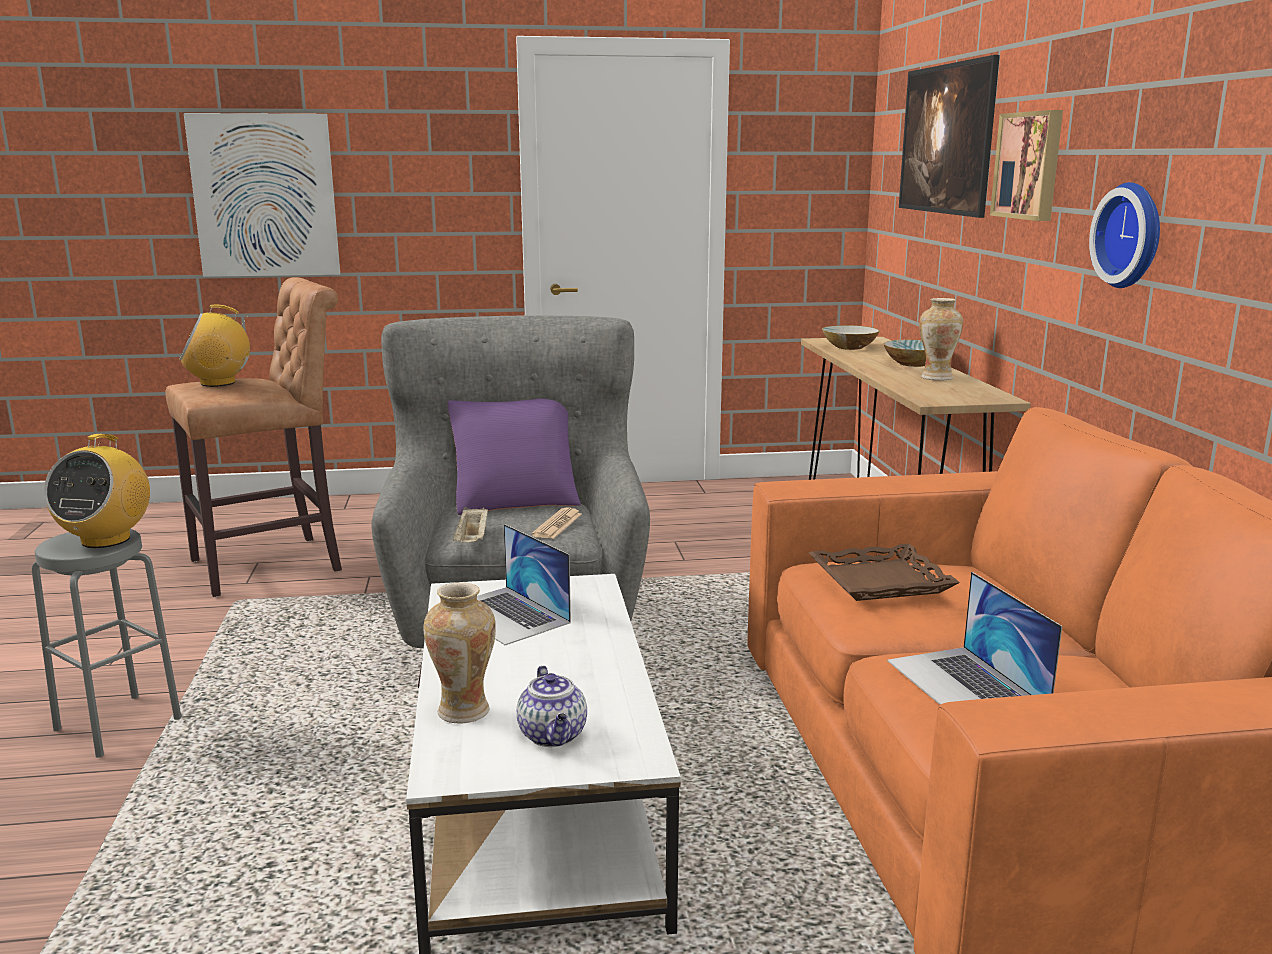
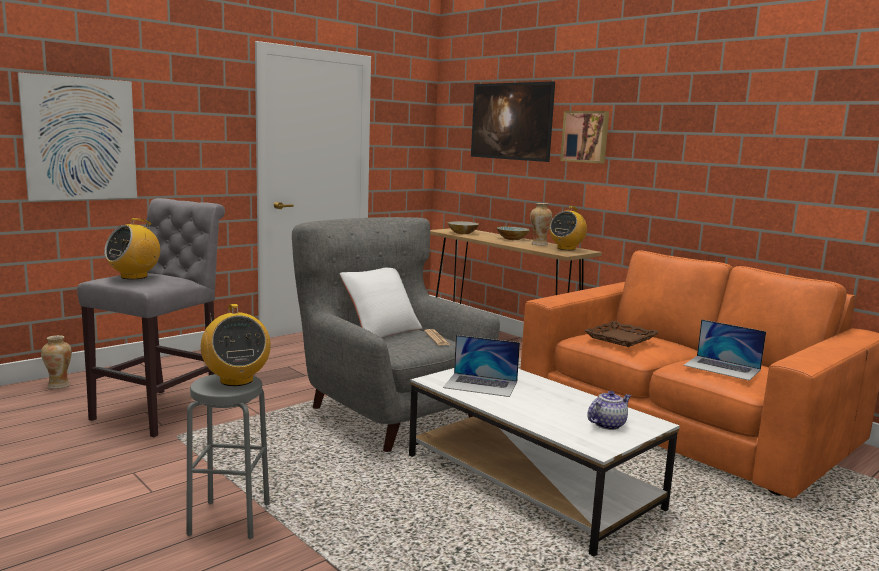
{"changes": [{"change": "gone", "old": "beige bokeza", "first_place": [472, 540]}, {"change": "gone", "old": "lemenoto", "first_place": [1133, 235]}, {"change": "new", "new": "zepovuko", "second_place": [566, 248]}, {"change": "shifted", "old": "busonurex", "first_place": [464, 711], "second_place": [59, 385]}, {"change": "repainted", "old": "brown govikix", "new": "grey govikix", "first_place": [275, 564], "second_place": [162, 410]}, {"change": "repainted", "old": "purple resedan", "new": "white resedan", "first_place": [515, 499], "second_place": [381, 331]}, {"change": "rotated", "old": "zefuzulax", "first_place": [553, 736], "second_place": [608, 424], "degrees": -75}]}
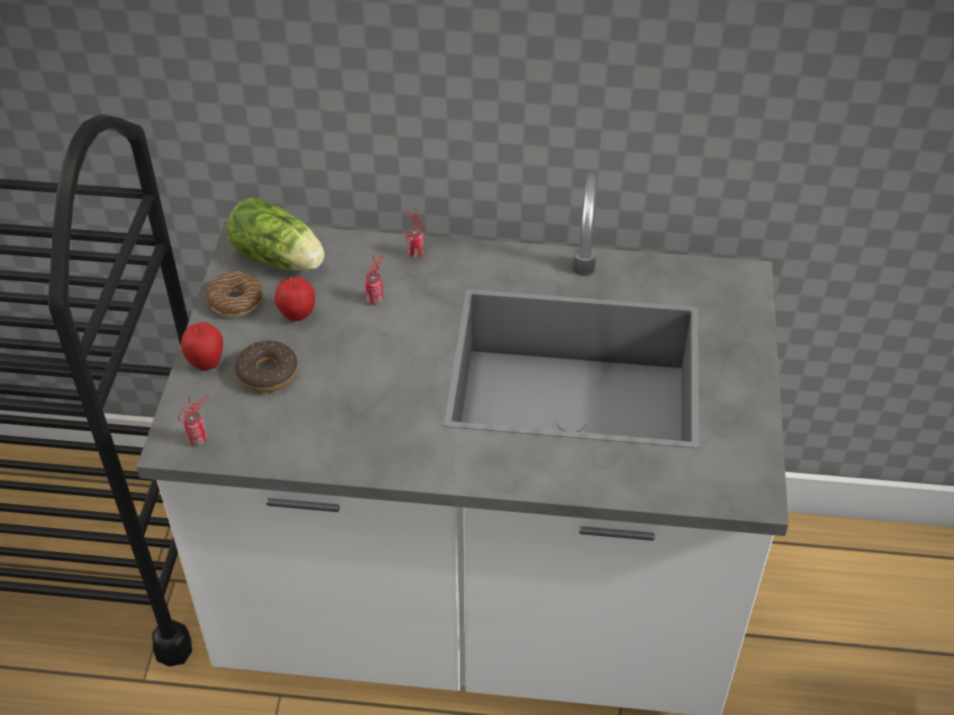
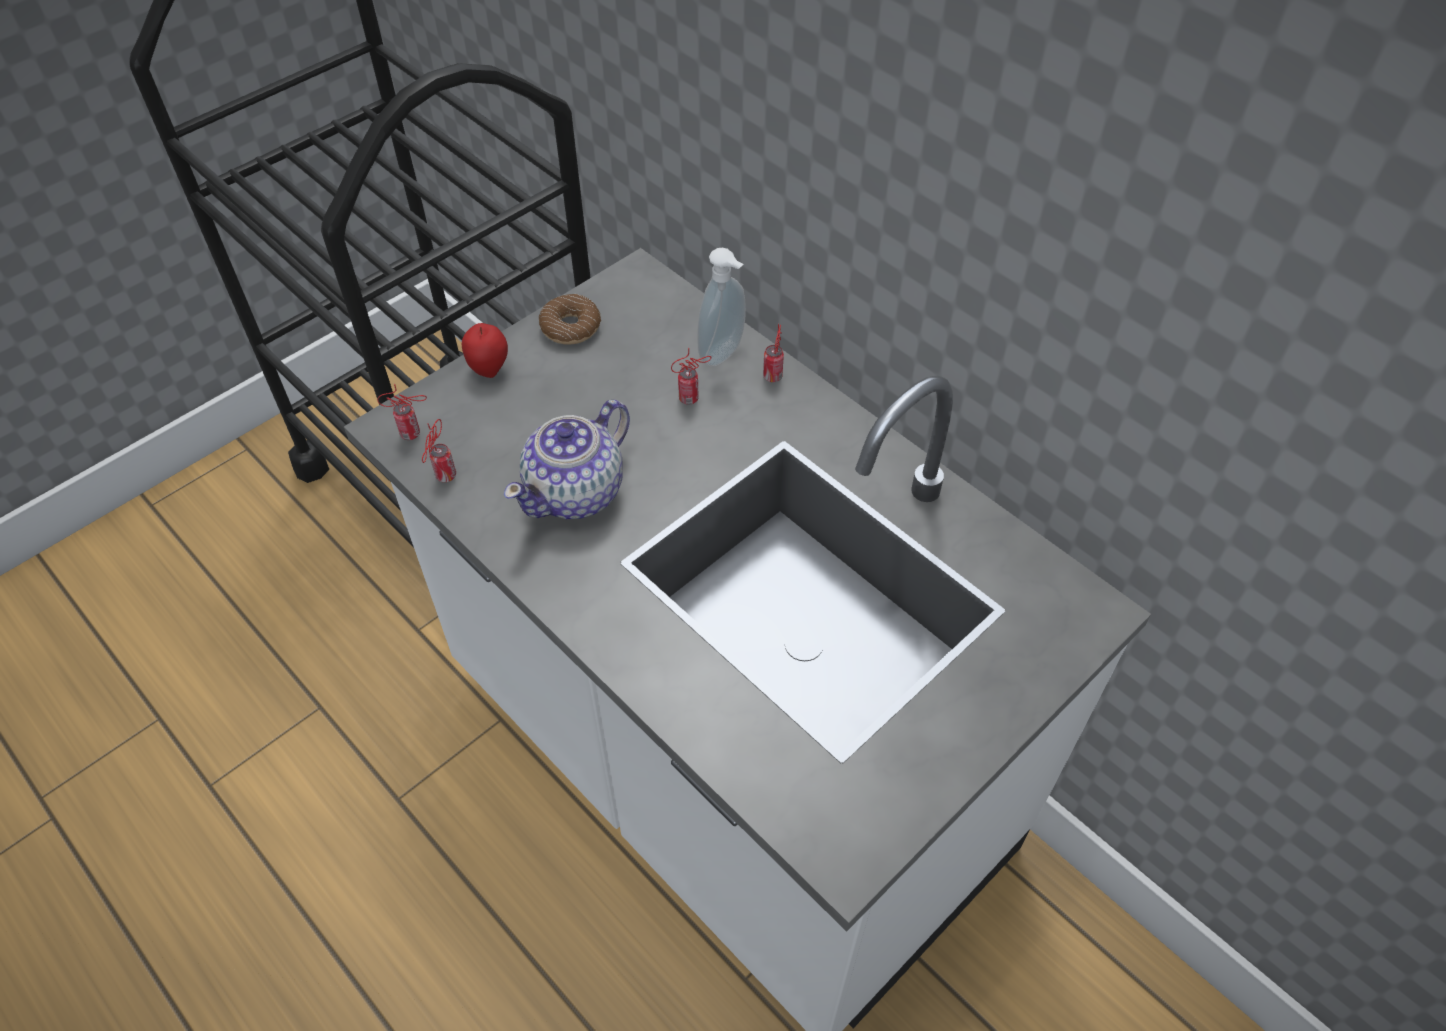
{"changes": [{"change": "gone", "old": "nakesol", "first_place": [281, 259]}, {"change": "gone", "old": "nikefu", "first_place": [268, 373]}, {"change": "gone", "old": "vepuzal", "first_place": [297, 316]}, {"change": "new", "new": "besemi", "second_place": [445, 478]}, {"change": "new", "new": "zefuzulax", "second_place": [577, 492]}, {"change": "new", "new": "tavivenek", "second_place": [724, 354]}]}
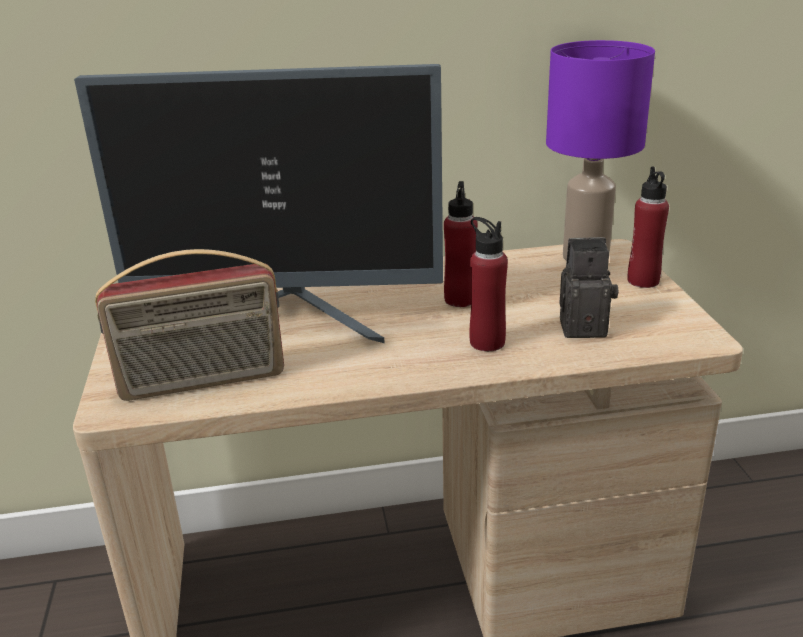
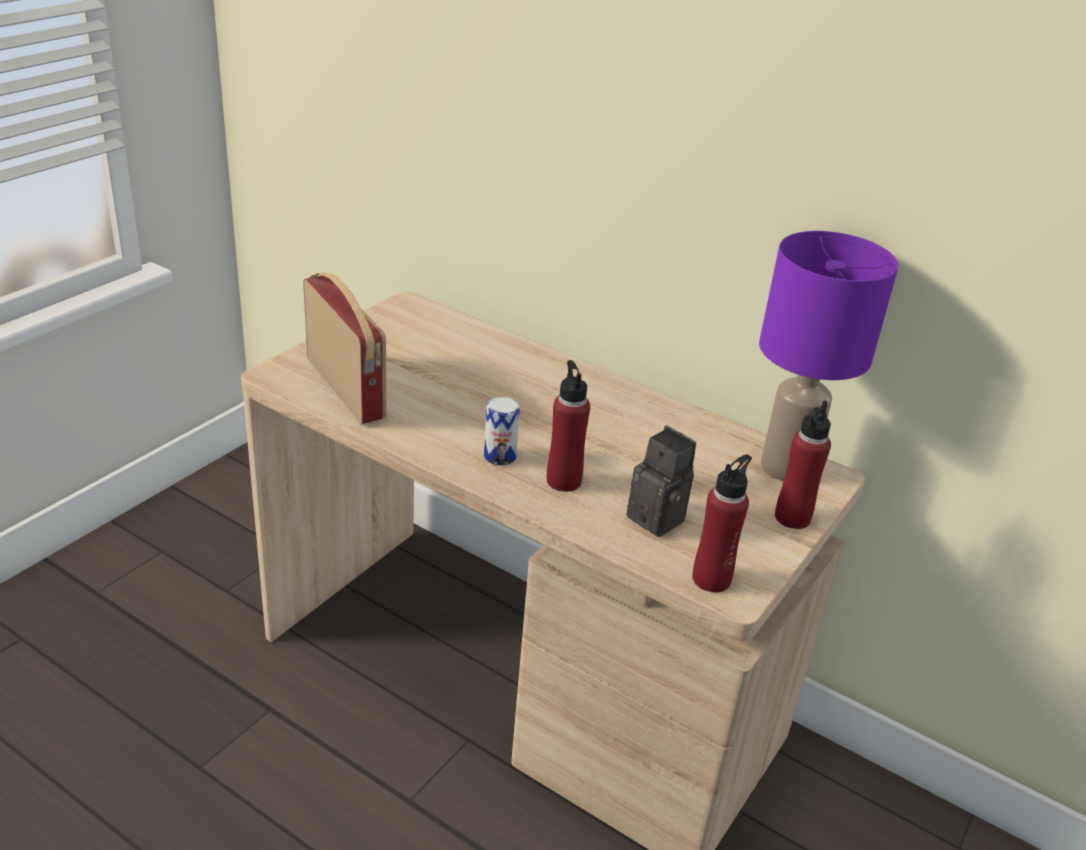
{"changes": [{"change": "gone", "old": "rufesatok", "first_place": [287, 319]}, {"change": "new", "new": "besemi", "second_place": [500, 456]}, {"change": "shifted", "old": "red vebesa", "first_place": [460, 299], "second_place": [711, 579]}, {"change": "rotated", "old": "zepovuko", "first_place": [203, 381], "second_place": [347, 389], "degrees": -150}]}
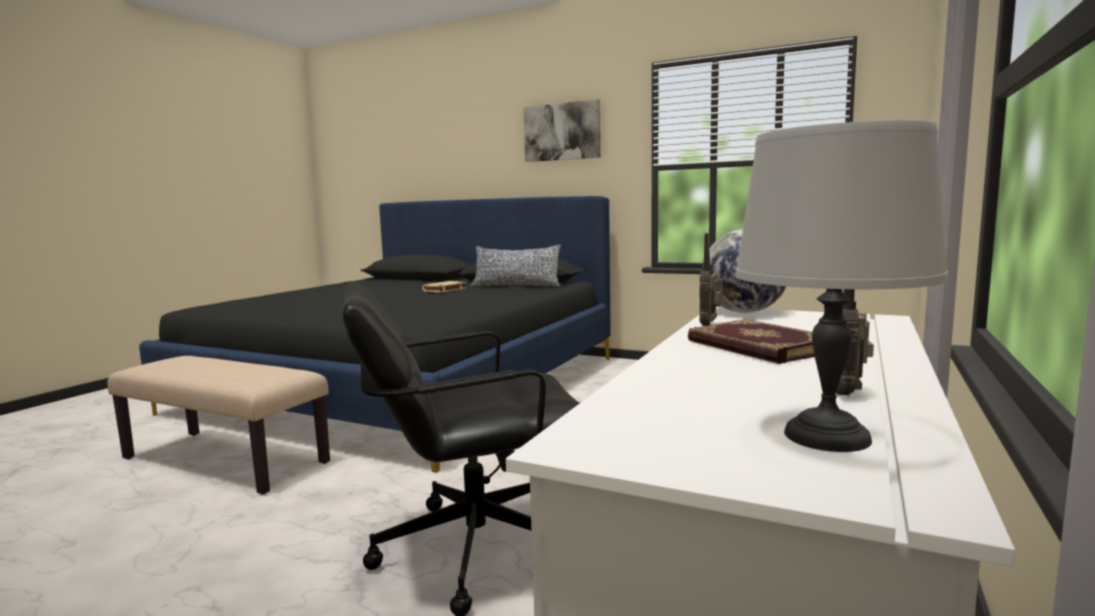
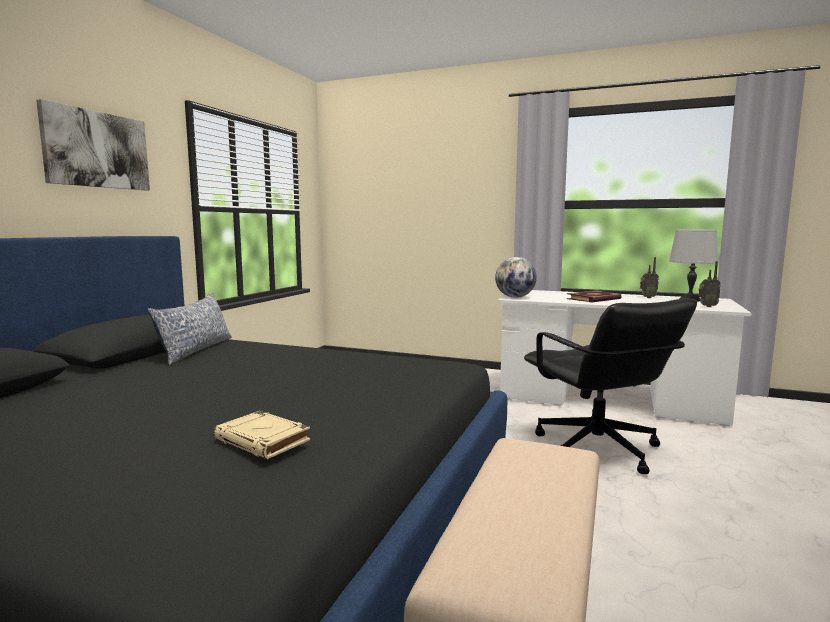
{"changes": [{"change": "shifted", "old": "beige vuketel", "first_place": [444, 290], "second_place": [263, 440]}, {"change": "shifted", "old": "zepovuko", "first_place": [710, 325], "second_place": [707, 306]}]}
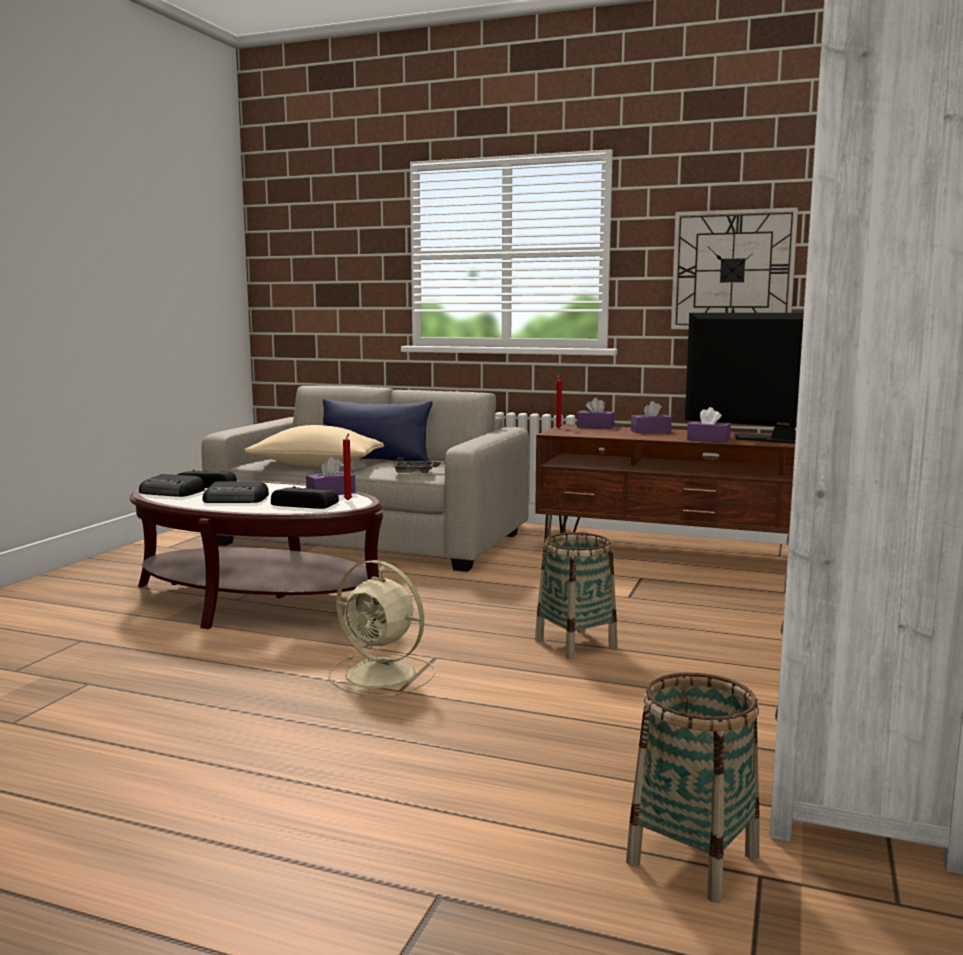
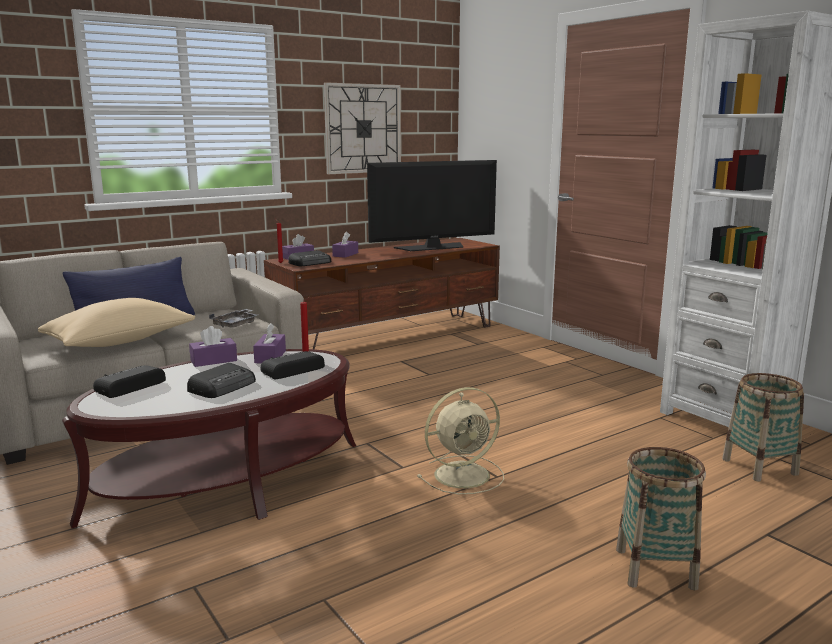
{"changes": [{"change": "shifted", "old": "zepovuko", "first_place": [172, 492], "second_place": [311, 263]}, {"change": "shifted", "old": "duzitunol", "first_place": [575, 644], "second_place": [655, 568]}, {"change": "shifted", "old": "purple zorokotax", "first_place": [708, 440], "second_place": [214, 360]}]}
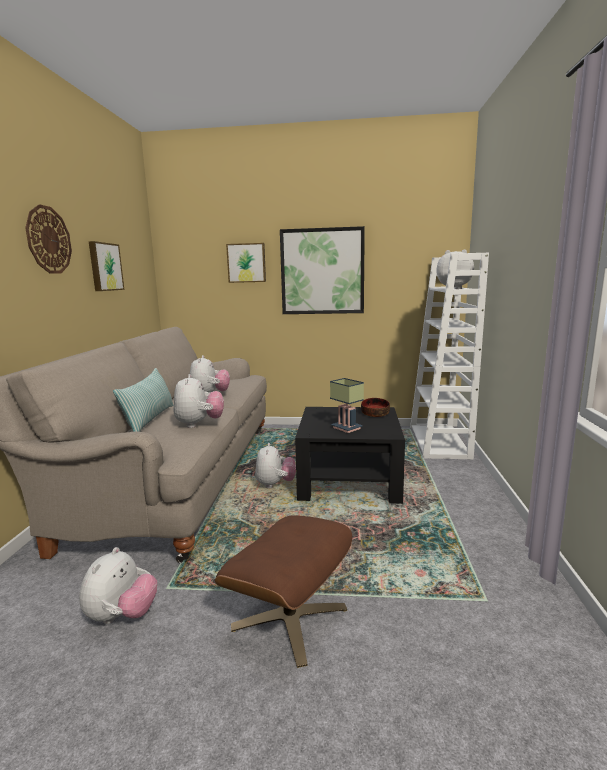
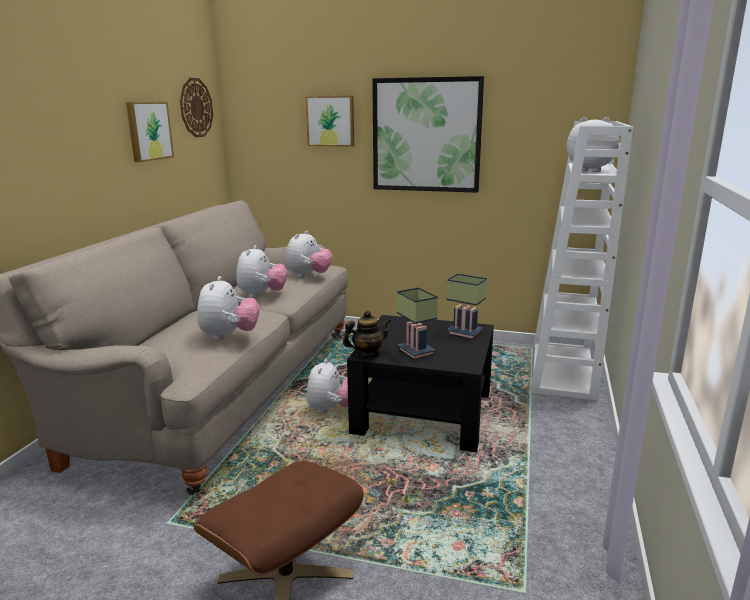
{"changes": [{"change": "gone", "old": "resedan", "first_place": [149, 419]}, {"change": "new", "new": "zefuzulax", "second_place": [367, 354]}, {"change": "shifted", "old": "lemenoto", "first_place": [48, 240], "second_place": [196, 107]}, {"change": "shifted", "old": "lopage", "first_place": [122, 616], "second_place": [309, 276]}, {"change": "swapped", "old": "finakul", "new": "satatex", "first_place": [374, 413], "second_place": [463, 332]}]}
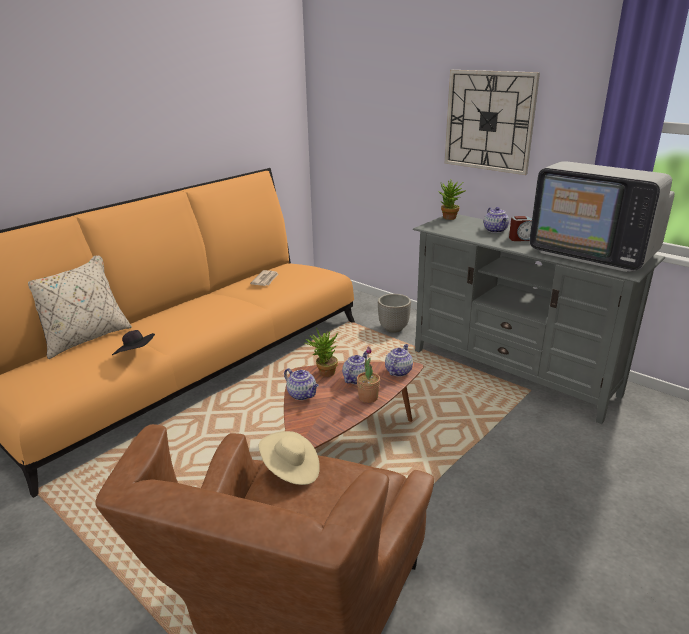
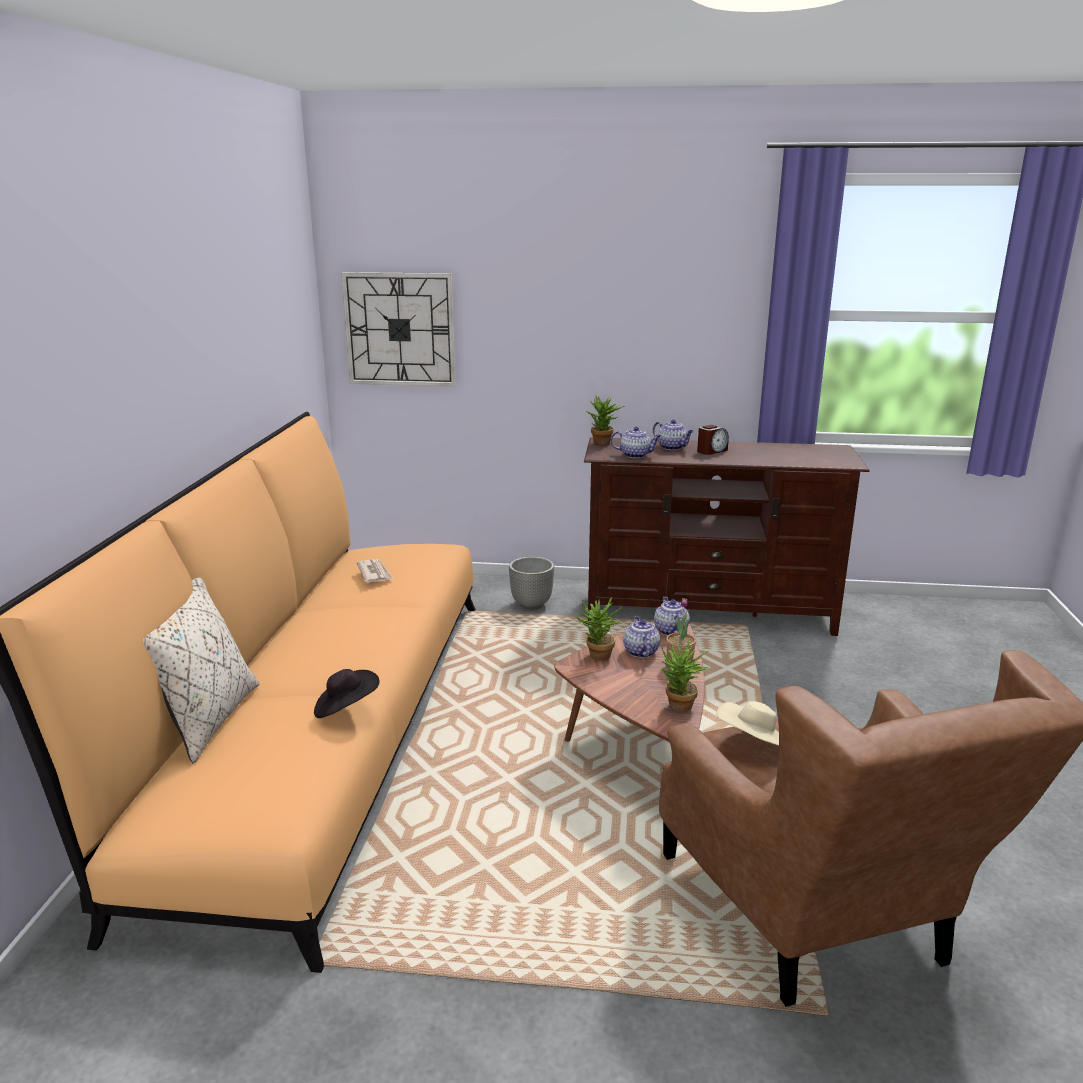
{"changes": [{"change": "gone", "old": "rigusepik", "first_place": [593, 253]}, {"change": "new", "new": "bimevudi", "second_place": [679, 708]}, {"change": "shifted", "old": "zefuzulax", "first_place": [302, 395], "second_place": [635, 455]}, {"change": "shifted", "old": "lemenoto", "first_place": [489, 121], "second_place": [400, 329]}, {"change": "repainted", "old": "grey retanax", "new": "brown retanax", "first_place": [513, 372], "second_place": [709, 613]}]}
